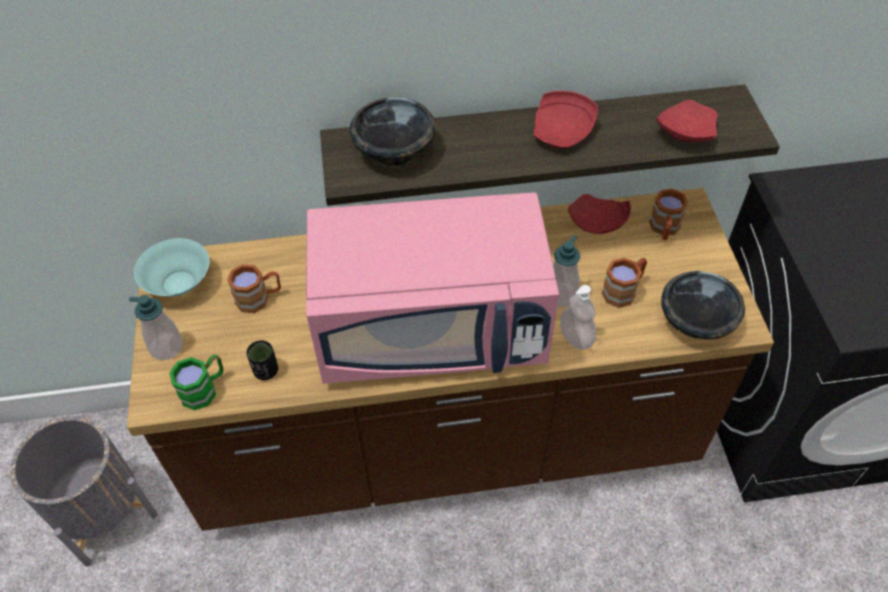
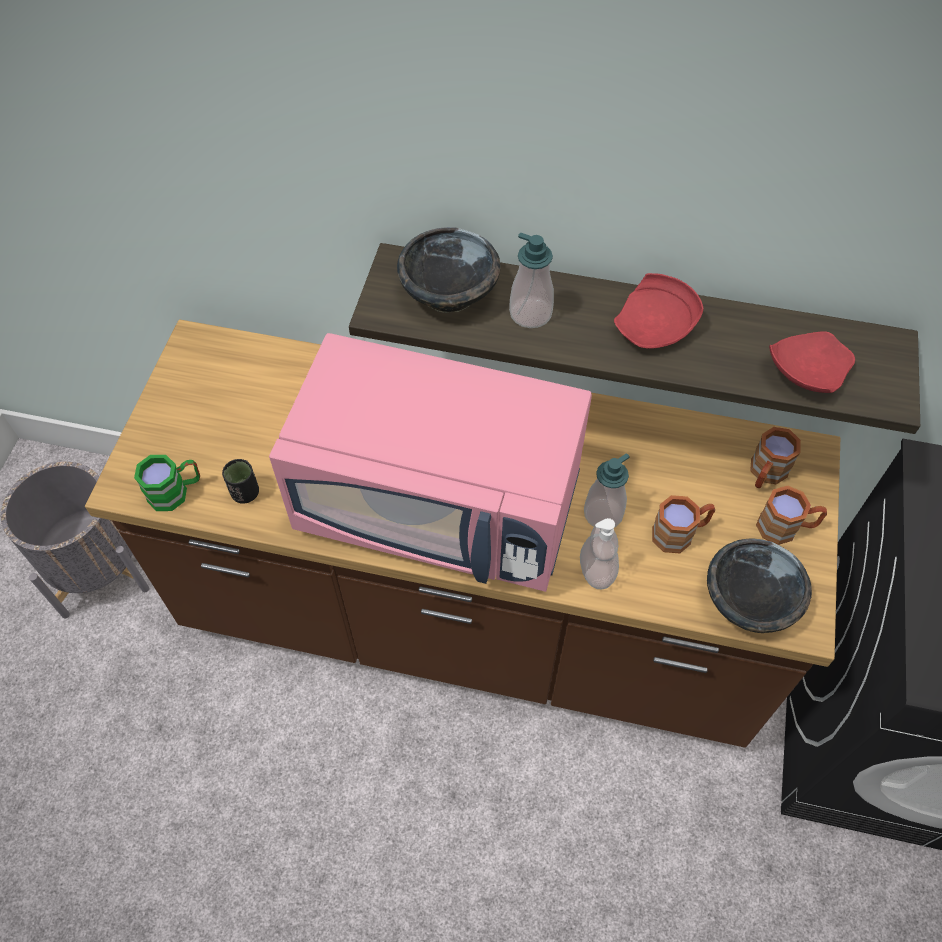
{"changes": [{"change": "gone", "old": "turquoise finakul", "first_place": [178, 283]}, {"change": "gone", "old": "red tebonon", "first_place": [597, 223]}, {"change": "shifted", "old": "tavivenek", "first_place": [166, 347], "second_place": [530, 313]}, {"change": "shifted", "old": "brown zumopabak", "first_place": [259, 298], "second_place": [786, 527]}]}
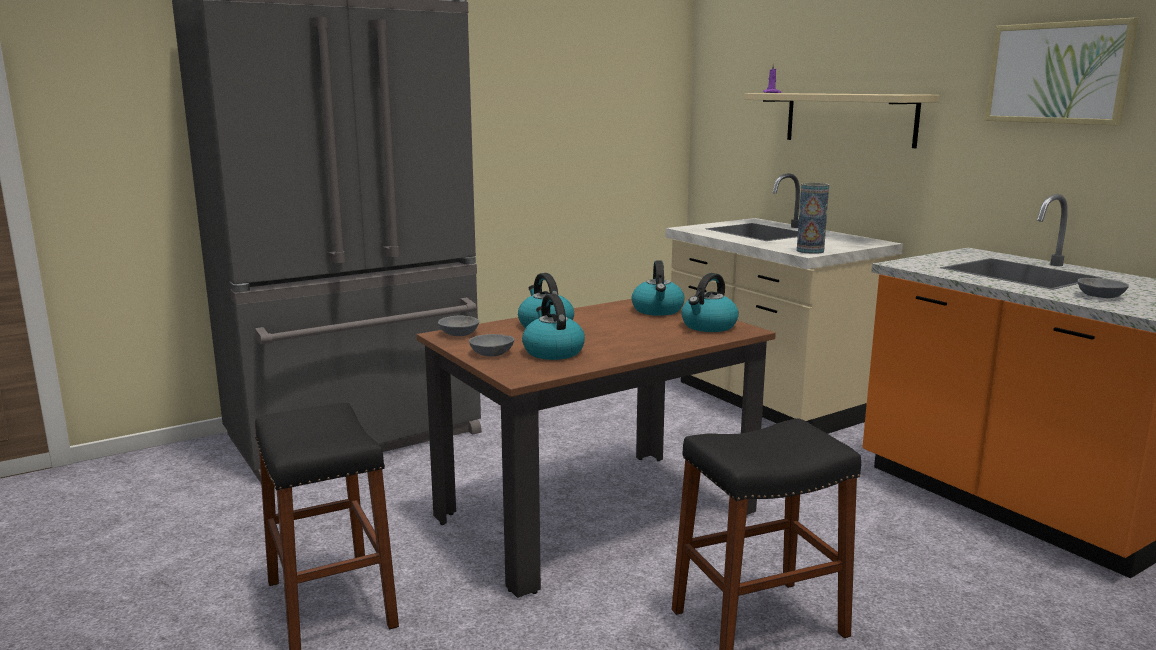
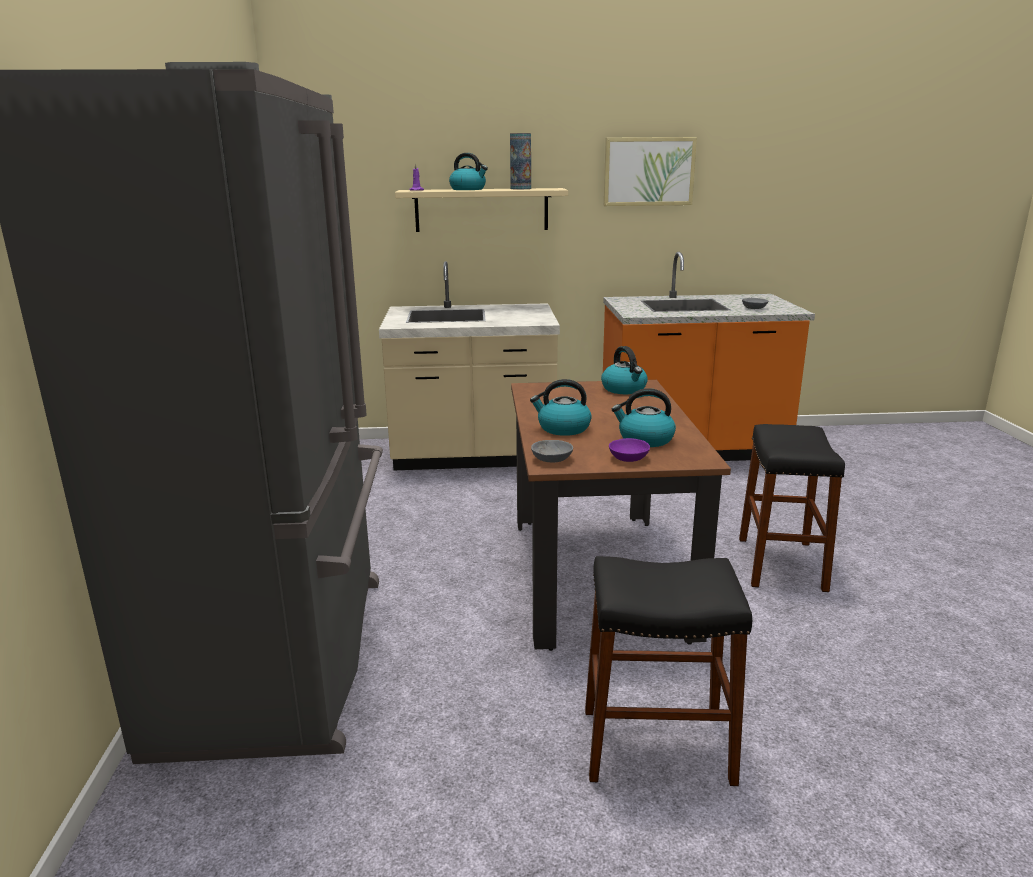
{"changes": [{"change": "shifted", "old": "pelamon", "first_place": [658, 310], "second_place": [468, 189]}, {"change": "shifted", "old": "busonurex", "first_place": [810, 251], "second_place": [520, 188]}, {"change": "repainted", "old": "grey finakul", "new": "purple finakul", "first_place": [492, 353], "second_place": [627, 457]}]}
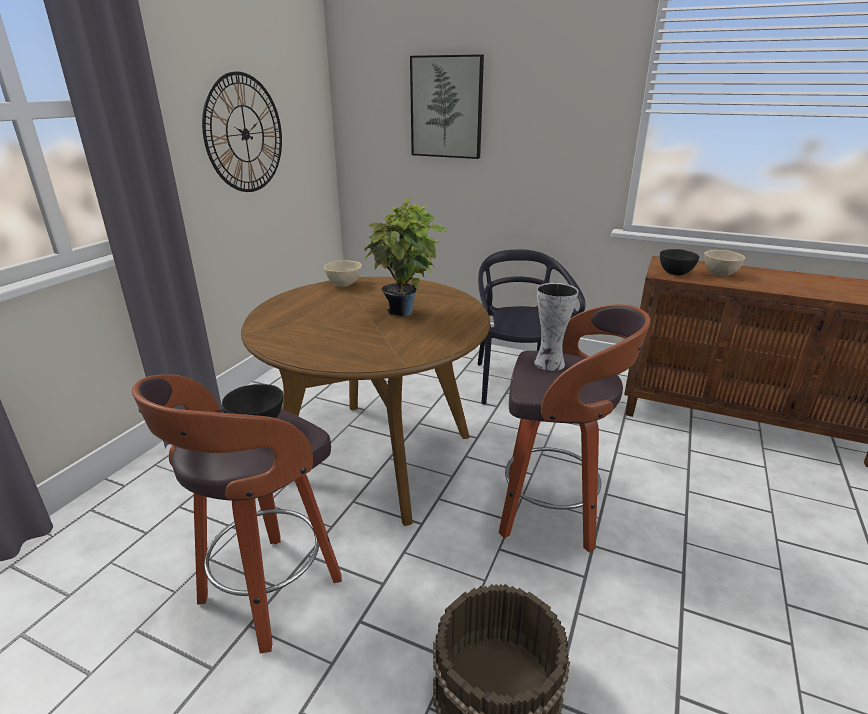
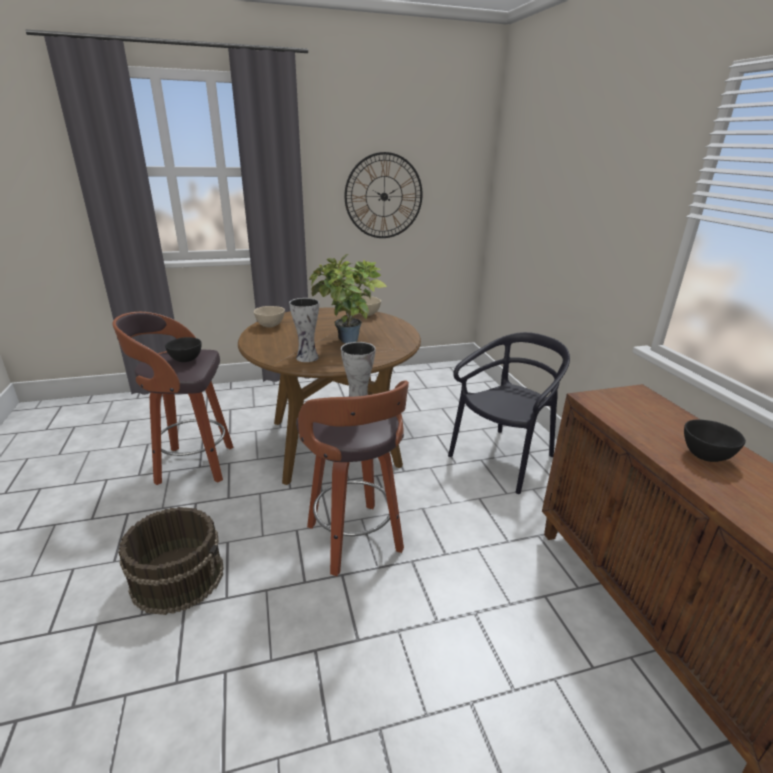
{"changes": [{"change": "gone", "old": "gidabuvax", "first_place": [446, 107]}, {"change": "new", "new": "busonurex", "second_place": [308, 358]}, {"change": "shifted", "old": "black finakul", "first_place": [675, 273], "second_place": [706, 455]}, {"change": "shifted", "old": "beige finakul", "first_place": [719, 274], "second_place": [271, 325]}]}
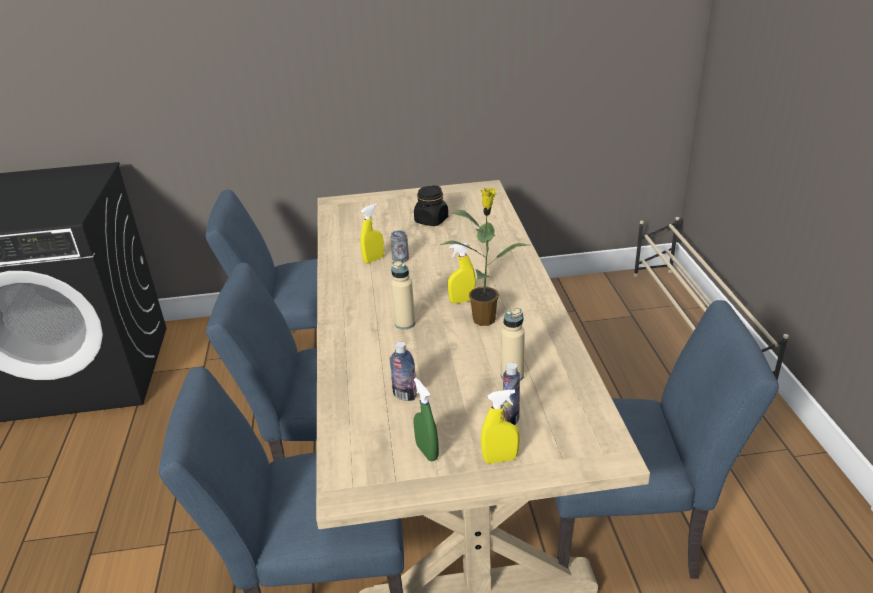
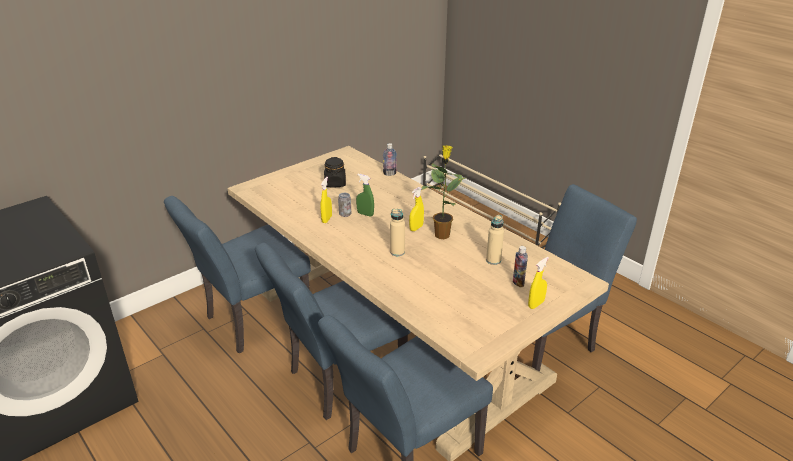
{"changes": [{"change": "shifted", "old": "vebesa", "first_place": [405, 395], "second_place": [389, 174]}, {"change": "shifted", "old": "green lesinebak", "first_place": [427, 452], "second_place": [365, 214]}]}
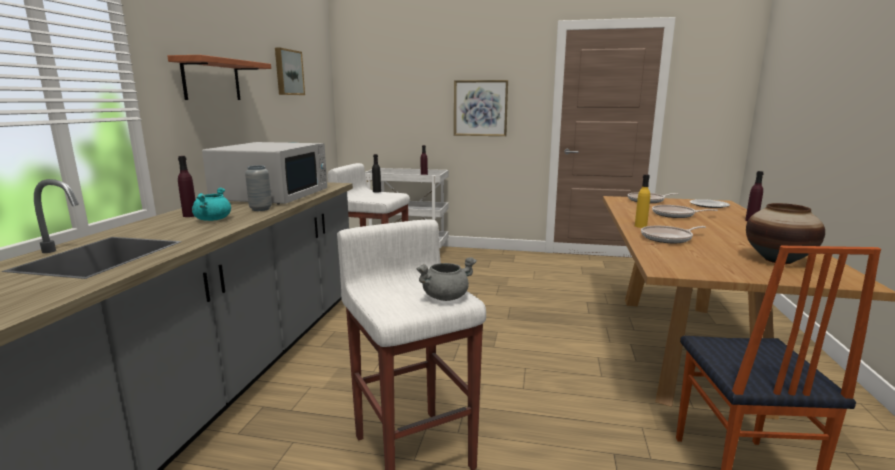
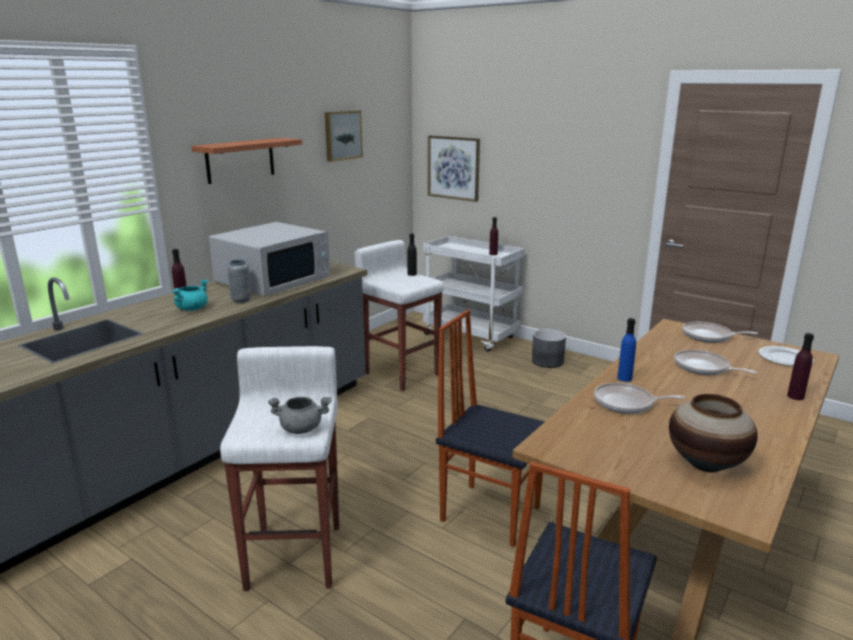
{"changes": [{"change": "new", "new": "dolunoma", "second_place": [490, 513]}, {"change": "new", "new": "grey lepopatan", "second_place": [548, 361]}, {"change": "shifted", "old": "gidabuvax", "first_place": [480, 108], "second_place": [453, 168]}, {"change": "repainted", "old": "yellow vebesa", "new": "blue vebesa", "first_place": [640, 226], "second_place": [624, 378]}]}
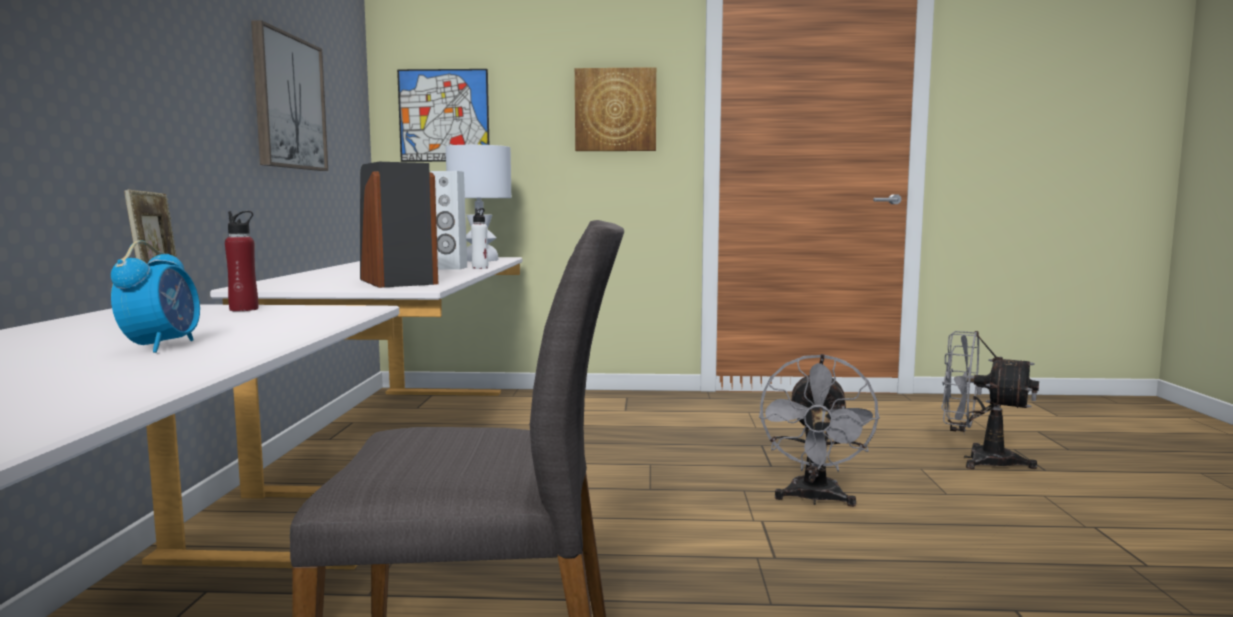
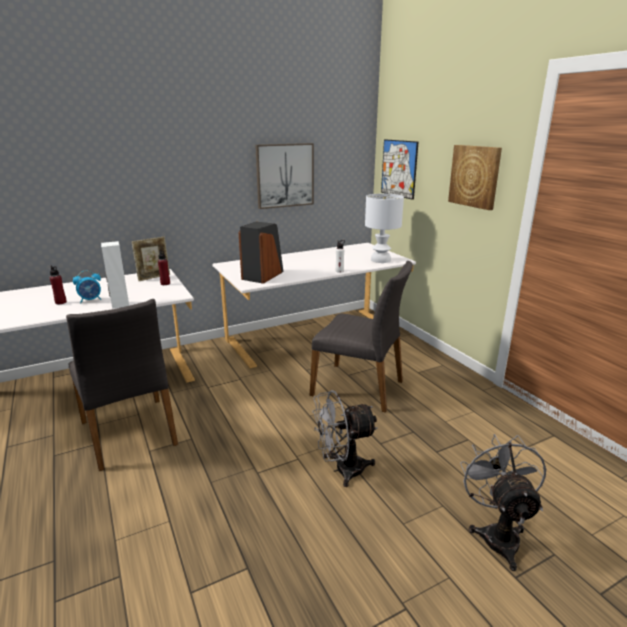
{"changes": [{"change": "new", "new": "red vebesa", "second_place": [61, 302]}, {"change": "new", "new": "grey dolunoma", "second_place": [359, 387]}, {"change": "shifted", "old": "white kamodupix", "first_place": [450, 268], "second_place": [120, 304]}]}
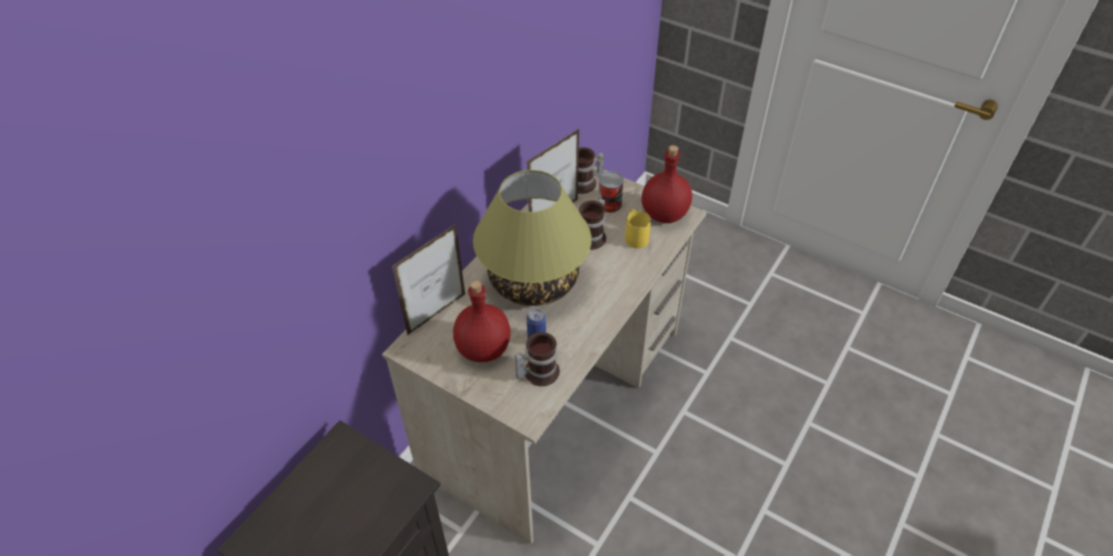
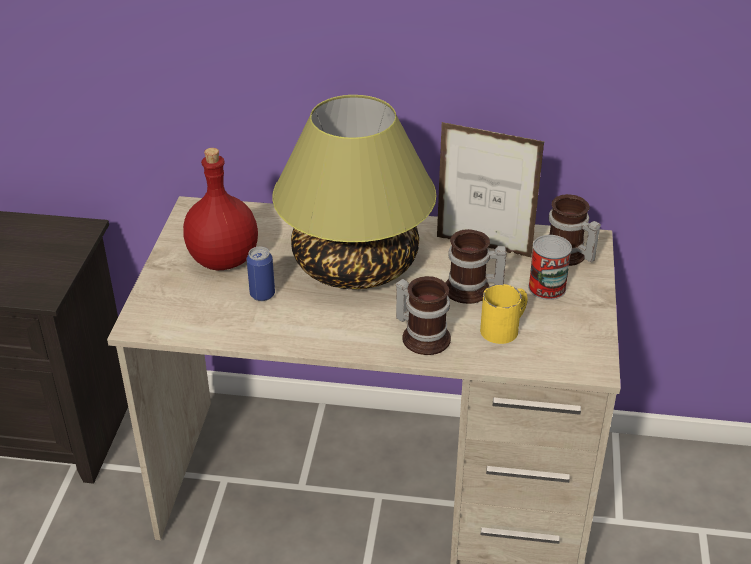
{"changes": [{"change": "gone", "old": "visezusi", "first_place": [437, 314]}, {"change": "gone", "old": "red vebesa", "first_place": [665, 215]}, {"change": "shifted", "old": "zumopabak", "first_place": [537, 372], "second_place": [423, 335]}]}
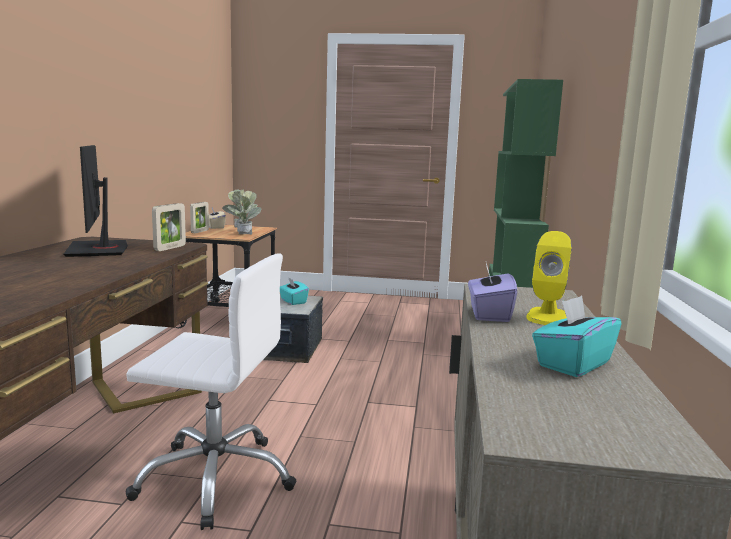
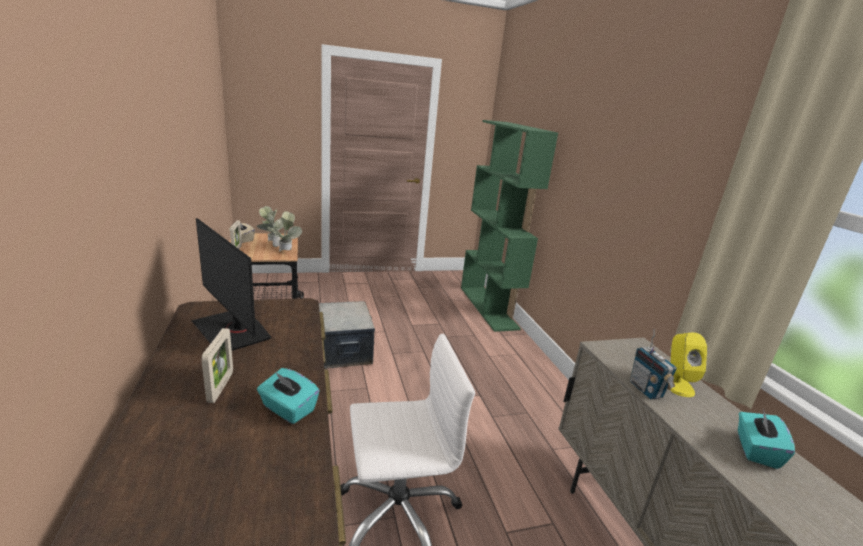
{"changes": [{"change": "shifted", "old": "visezusi", "first_place": [170, 248], "second_place": [220, 387]}, {"change": "shifted", "old": "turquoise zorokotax", "first_place": [293, 301], "second_place": [288, 409]}, {"change": "swapped", "old": "purple zorokotax", "new": "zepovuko", "first_place": [488, 314], "second_place": [646, 390]}]}
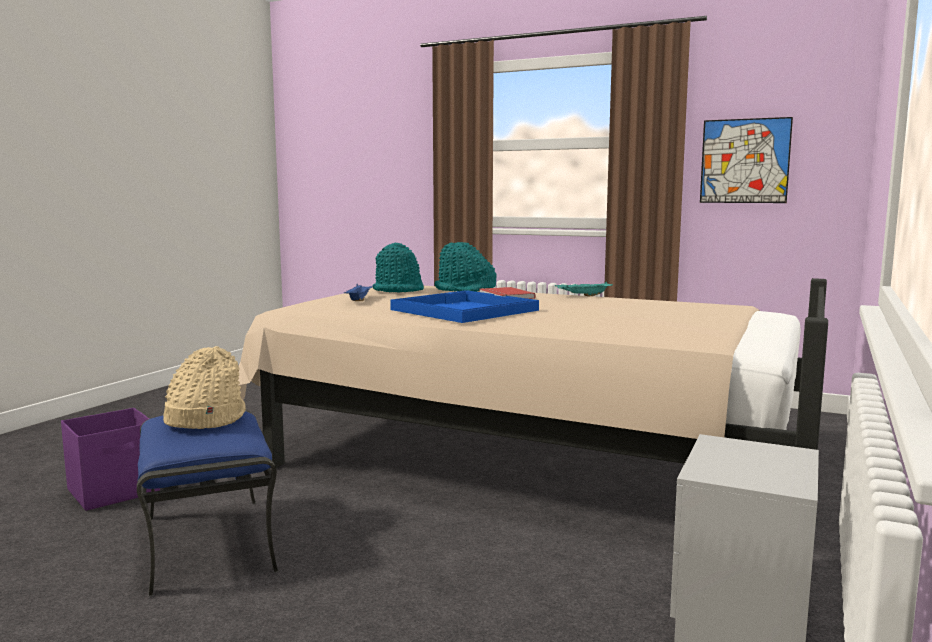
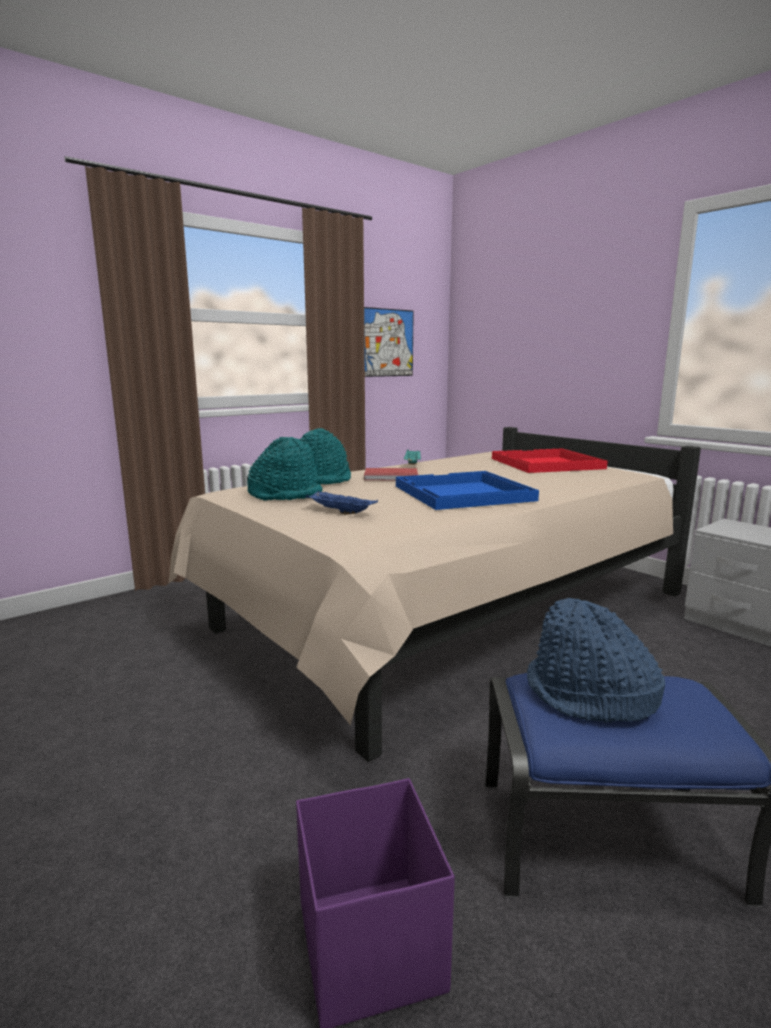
{"changes": [{"change": "new", "new": "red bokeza", "second_place": [546, 463]}, {"change": "repainted", "old": "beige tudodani", "new": "blue tudodani", "first_place": [204, 419], "second_place": [589, 696]}]}
